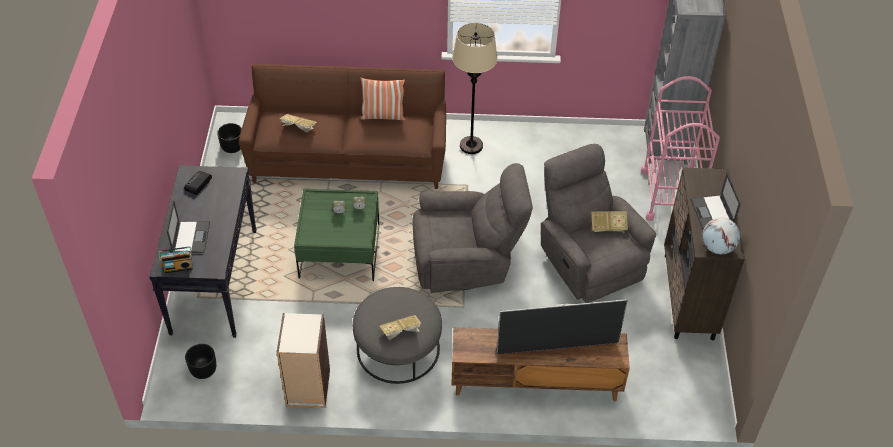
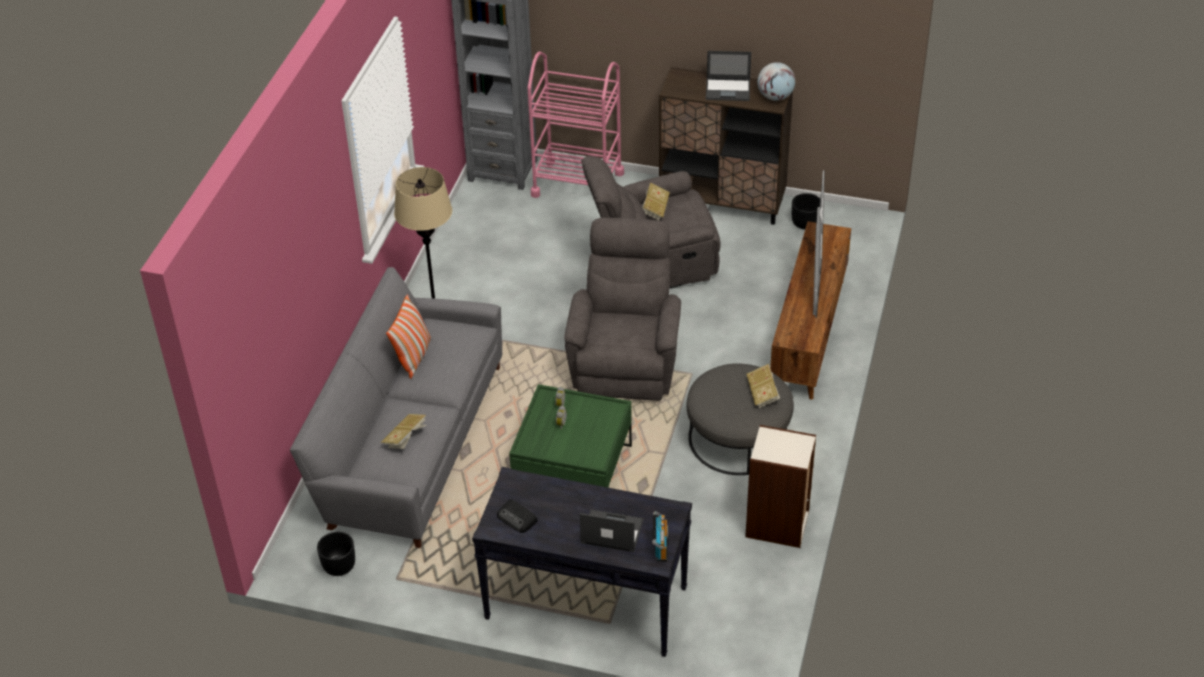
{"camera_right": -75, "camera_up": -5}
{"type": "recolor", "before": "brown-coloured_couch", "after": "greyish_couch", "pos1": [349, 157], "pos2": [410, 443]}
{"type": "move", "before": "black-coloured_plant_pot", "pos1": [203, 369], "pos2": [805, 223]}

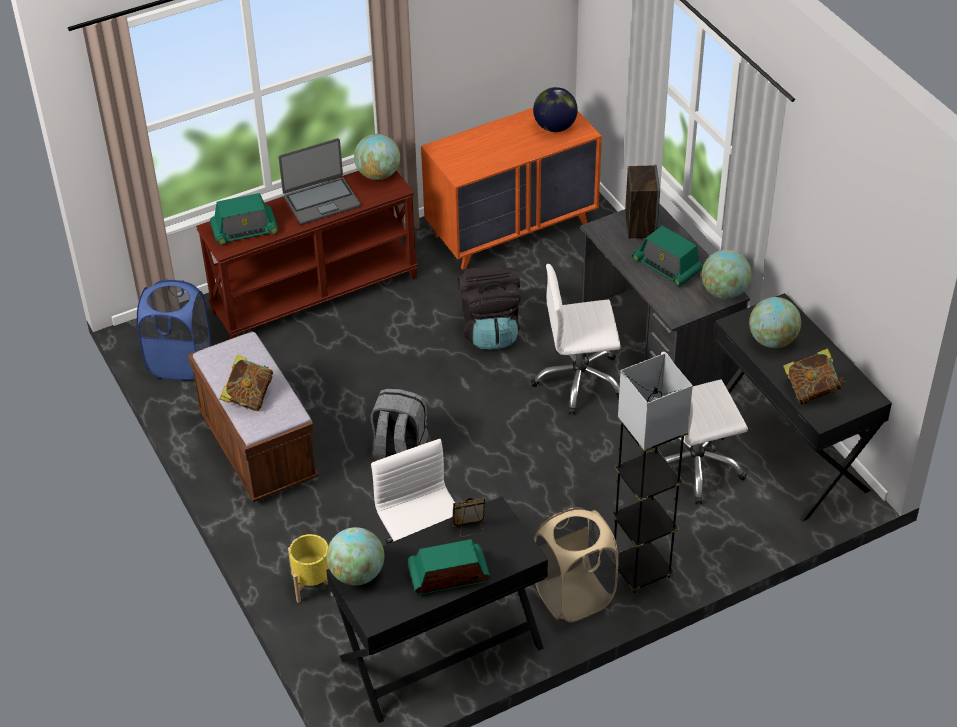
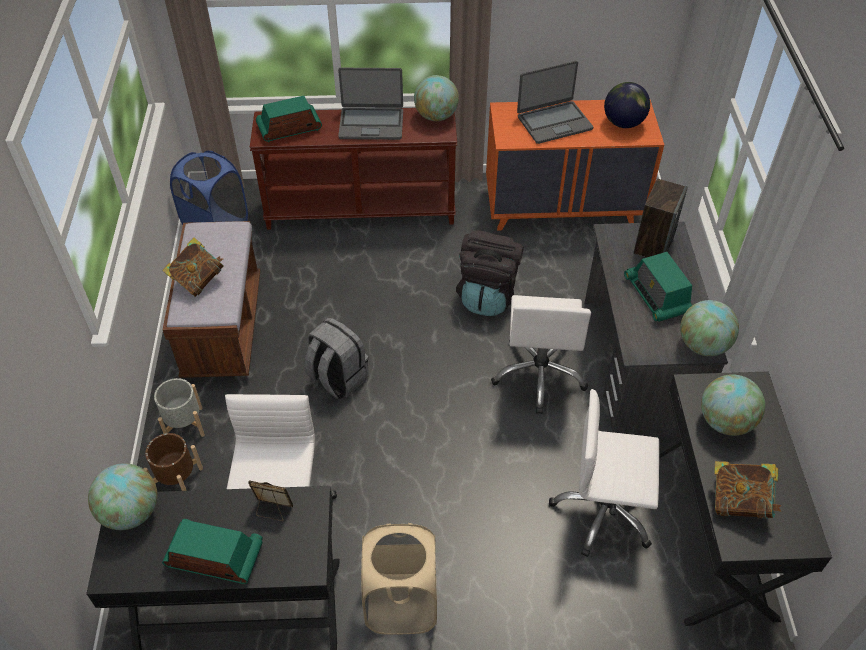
{"camera_right": 25, "camera_up": 5}
{"type": "rotate", "before": "radio_receiver", "pos1": [244, 230], "pos2": [289, 128], "turn": 150}
{"type": "rotate", "before": "whitish_computer_chair", "pos1": [579, 381], "pos2": [539, 374], "turn": -105}
{"type": "delete", "before": "greyish_floor_lamp", "pos1": [641, 570]}
{"type": "recolor", "before": "yellow_plant_pot", "after": "brown-coloured_plant_pot", "pos1": [312, 584], "pos2": [177, 479]}
{"type": "insert", "after": "laptop", "pos2": [554, 122]}
{"type": "insert", "after": "greyish_plant_pot", "pos2": [185, 425]}

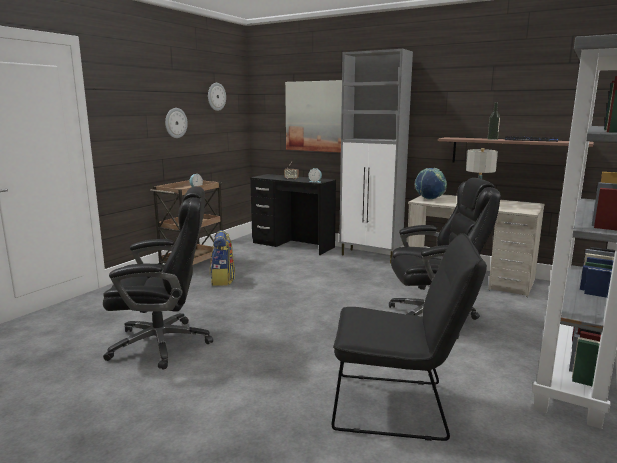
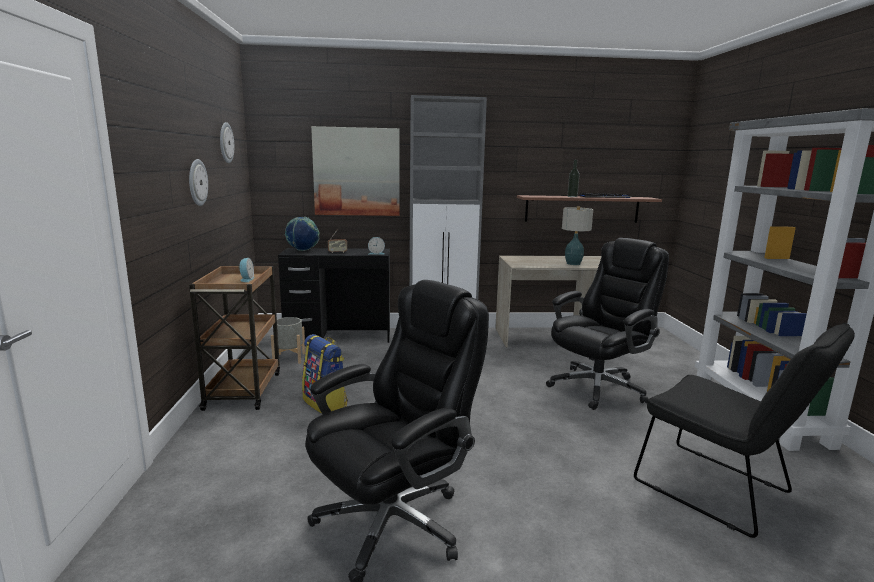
{"camera_right": -35, "camera_up": 0}
{"type": "move", "before": "desk_globe", "pos1": [429, 199], "pos2": [303, 250]}
{"type": "rotate", "before": "black-coloured_chair", "pos1": [399, 407], "pos2": [721, 492], "turn": 75}
{"type": "insert", "after": "greyish_plant_pot", "pos2": [289, 358]}

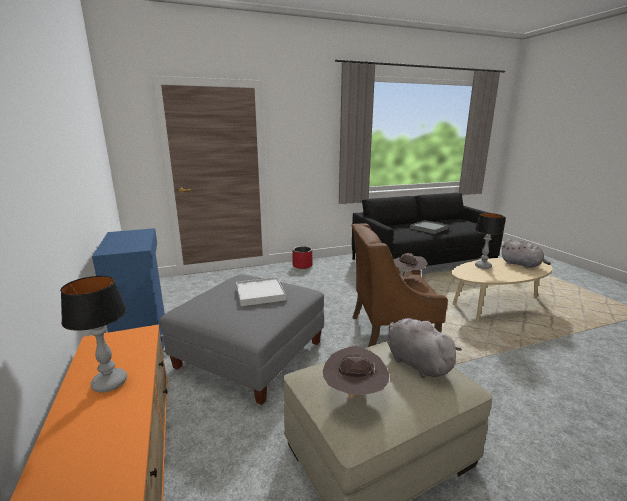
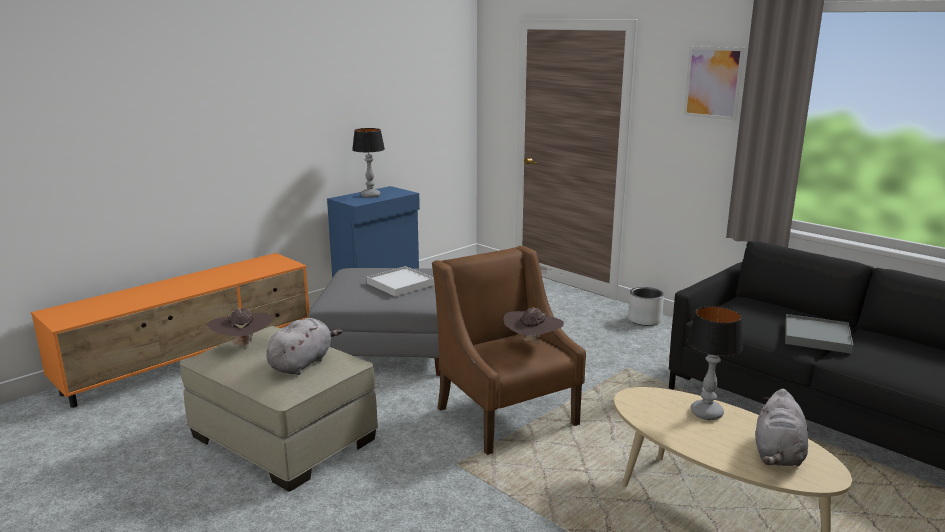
{"camera_right": 65, "camera_up": 0}
{"type": "recolor", "before": "red_plant_pot", "after": "greyish_plant_pot", "pos1": [302, 265], "pos2": [644, 320]}
{"type": "move", "before": "tabletop_lamp", "pos1": [110, 382], "pos2": [371, 195]}
{"type": "insert", "after": "wall_art", "pos2": [713, 82]}

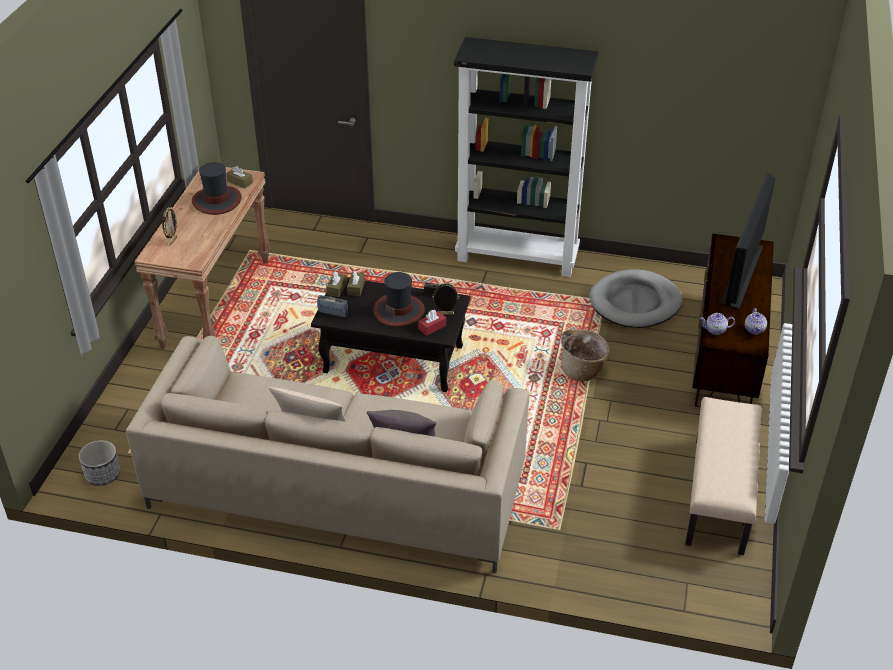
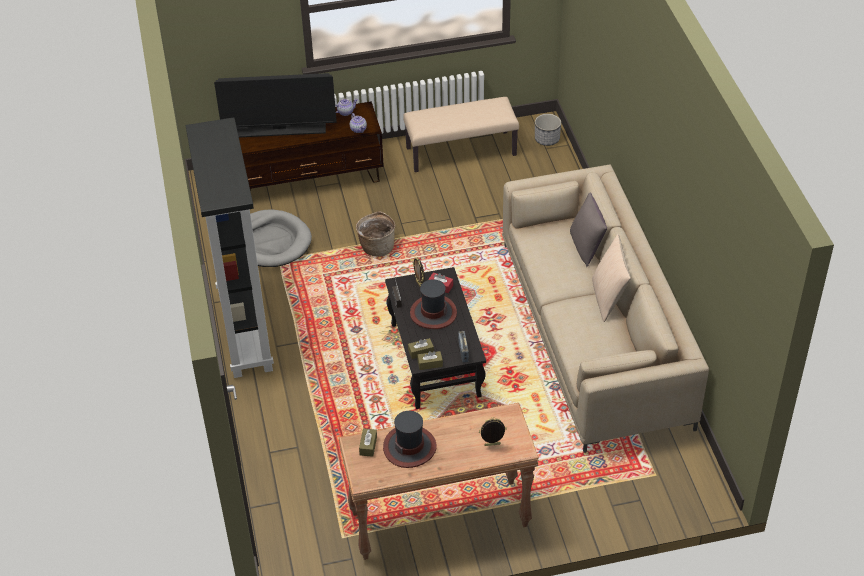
{"camera_right": -115, "camera_up": 5}
{"type": "move", "before": "plant_pot", "pos1": [103, 474], "pos2": [547, 139]}

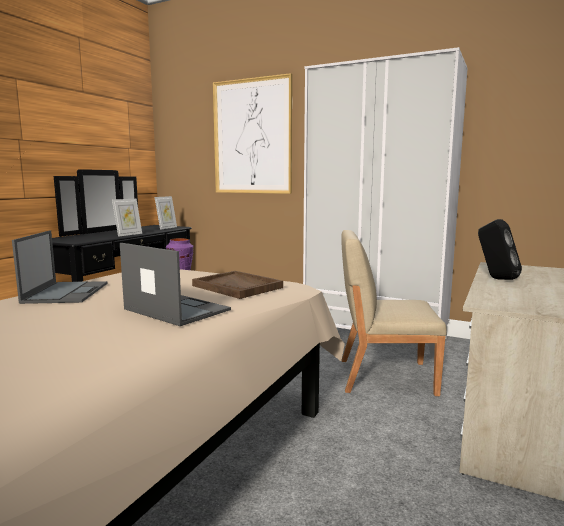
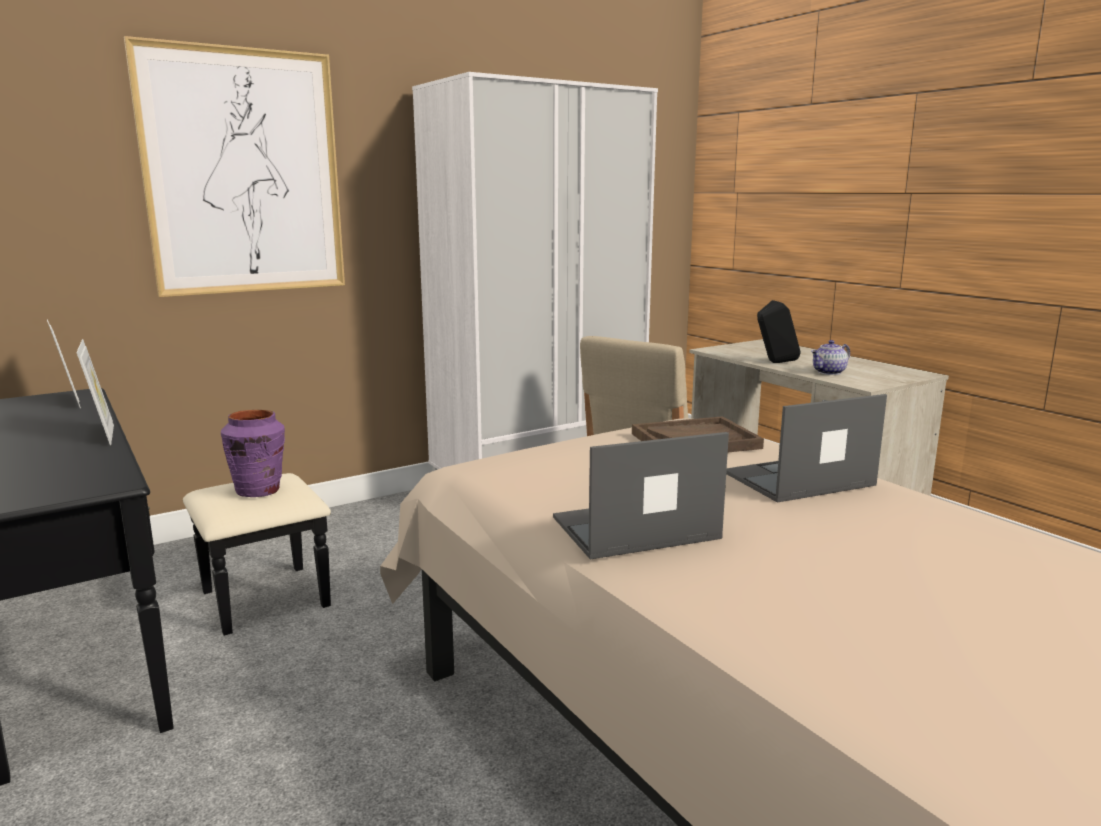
{"camera_right": -60, "camera_up": 5}
{"type": "rotate", "before": "laptop", "pos1": [66, 292], "pos2": [633, 529], "turn": -45}
{"type": "insert", "after": "tea_pot", "pos2": [829, 372]}

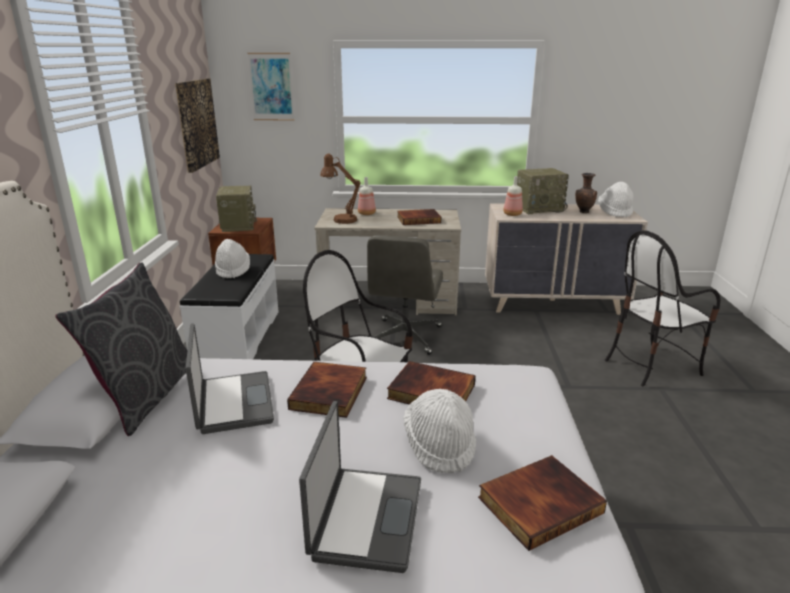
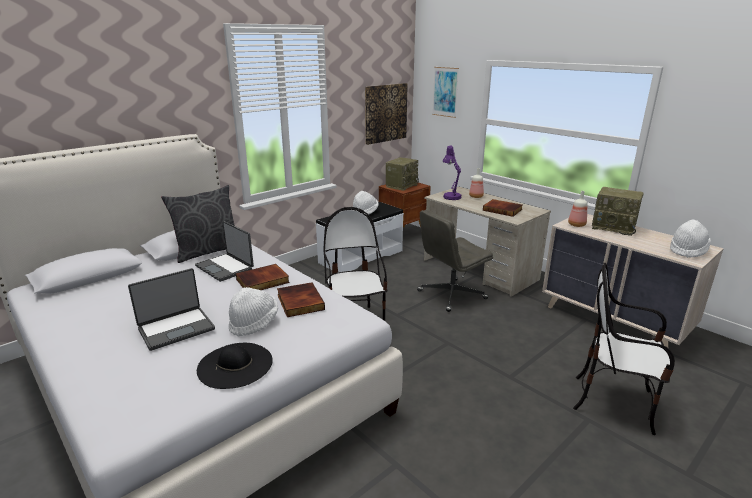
{"camera_right": 45, "camera_up": 0}
{"type": "recolor", "before": "brown-coloured_tabletop_lamp", "after": "purple-coloured_tabletop_lamp", "pos1": [341, 219], "pos2": [450, 196]}
{"type": "delete", "before": "brown-coloured_decorative_vase", "pos1": [583, 212]}
{"type": "rotate", "before": "laptop", "pos1": [232, 403], "pos2": [225, 267], "turn": 105}
{"type": "replace", "before": "bound_book", "after": "black-coloured_clothing_hat", "pos1": [539, 503], "pos2": [235, 365]}

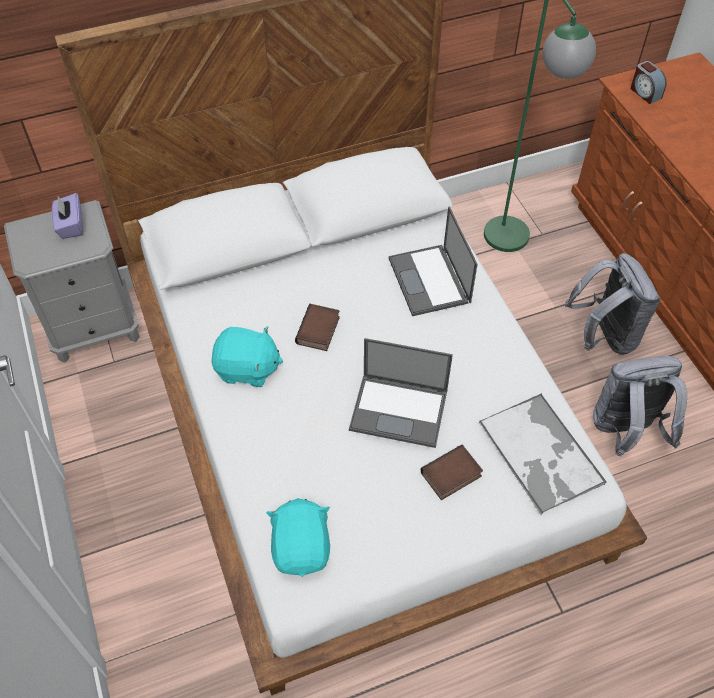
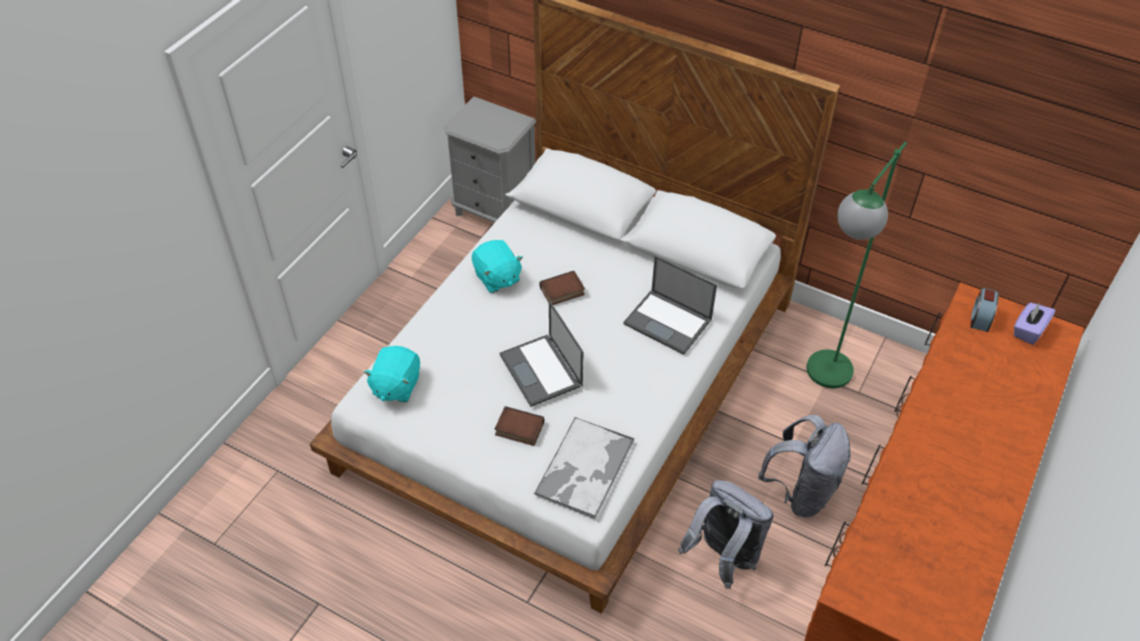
{"camera_right": 50, "camera_up": -5}
{"type": "move", "before": "purple-coloured_tissue_holder", "pos1": [71, 225], "pos2": [1028, 330]}
{"type": "rotate", "before": "laptop", "pos1": [430, 281], "pos2": [669, 322], "turn": -90}
{"type": "rotate", "before": "blue-green_cuddly_toy", "pos1": [302, 547], "pos2": [396, 386], "turn": 150}

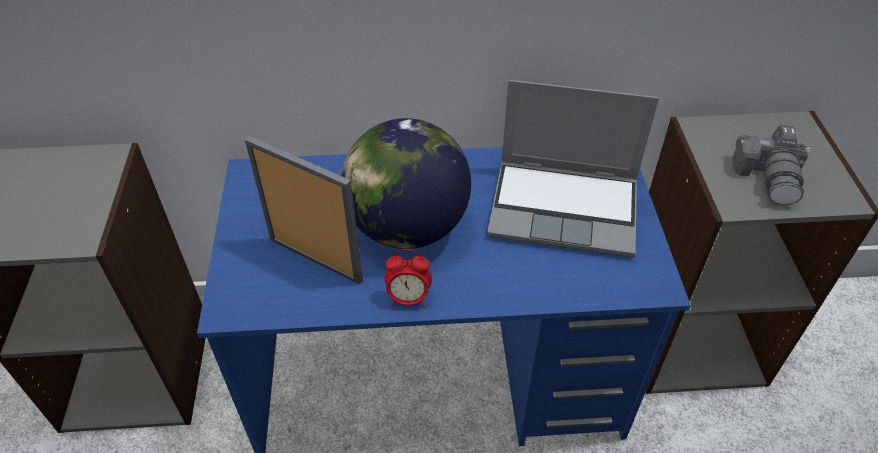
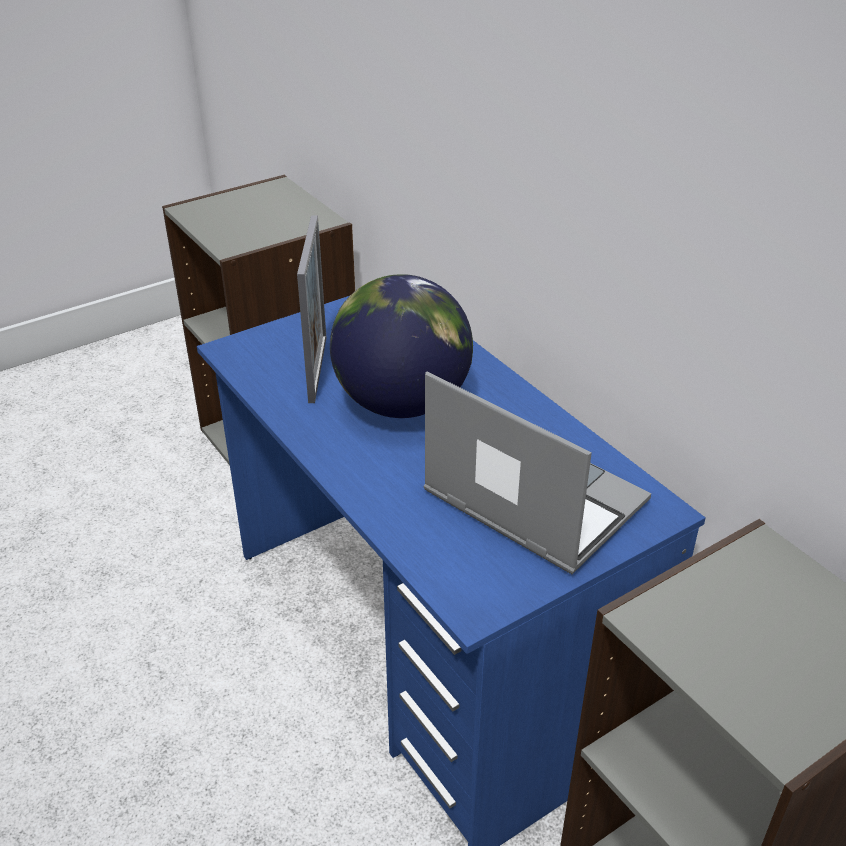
{"camera_right": 60, "camera_up": -10}
{"type": "rotate", "before": "laptop", "pos1": [565, 208], "pos2": [530, 499], "turn": 150}
{"type": "delete", "before": "photo_camera", "pos1": [769, 177]}
{"type": "delete", "before": "bedside_clock", "pos1": [408, 298]}

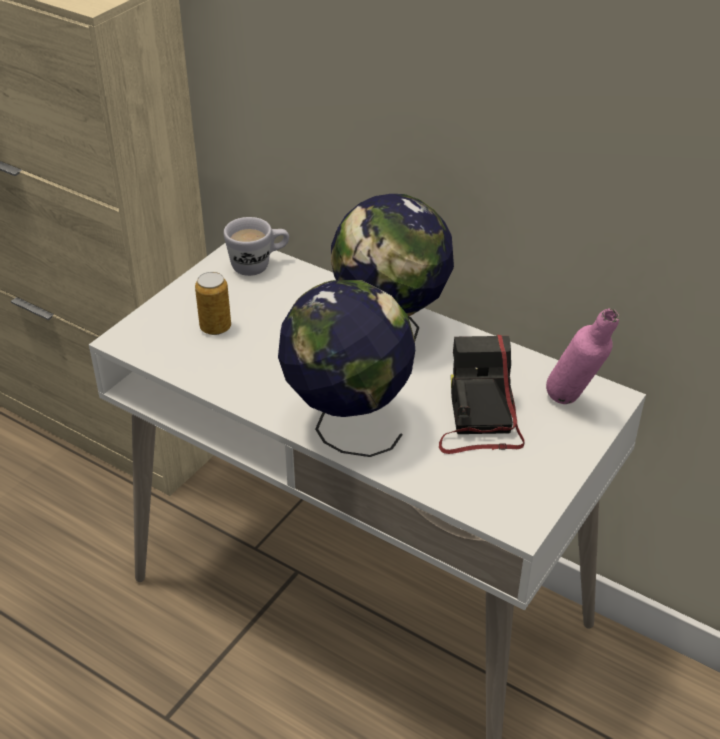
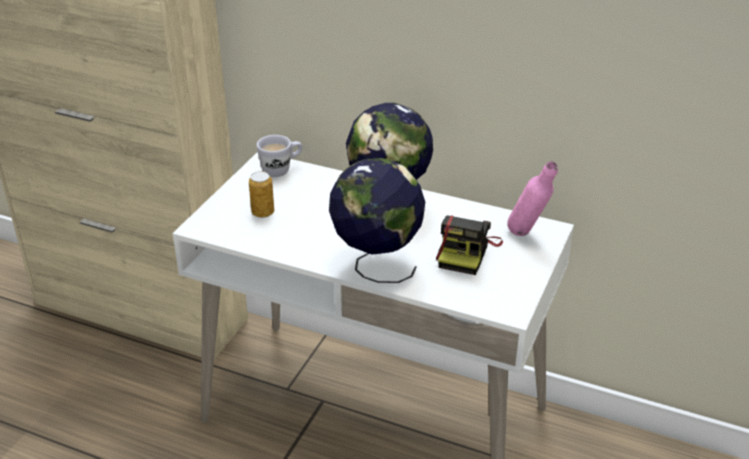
{"camera_right": -10, "camera_up": -5}
{"type": "rotate", "before": "photo_camera", "pos1": [479, 420], "pos2": [467, 252], "turn": -150}

